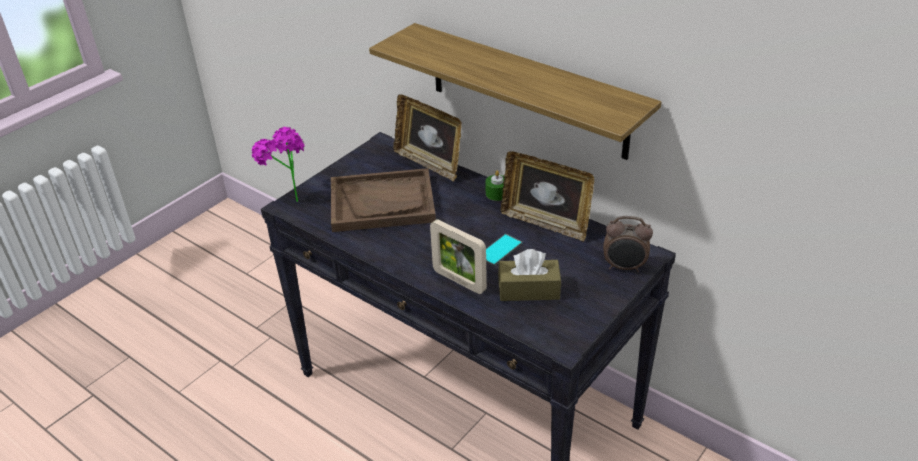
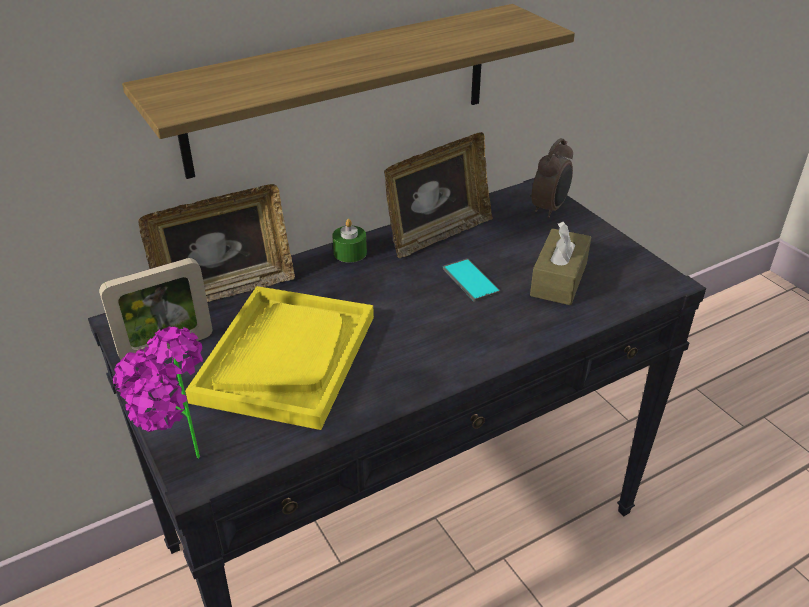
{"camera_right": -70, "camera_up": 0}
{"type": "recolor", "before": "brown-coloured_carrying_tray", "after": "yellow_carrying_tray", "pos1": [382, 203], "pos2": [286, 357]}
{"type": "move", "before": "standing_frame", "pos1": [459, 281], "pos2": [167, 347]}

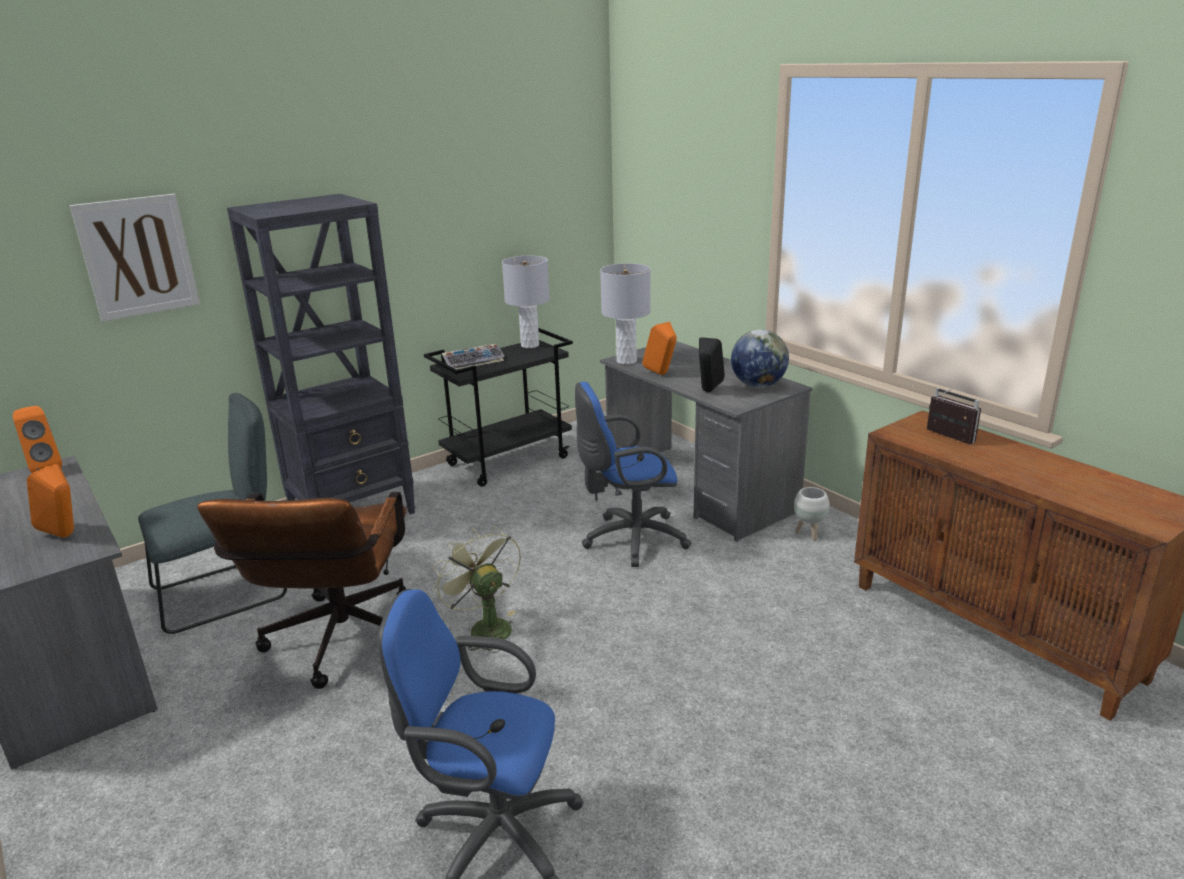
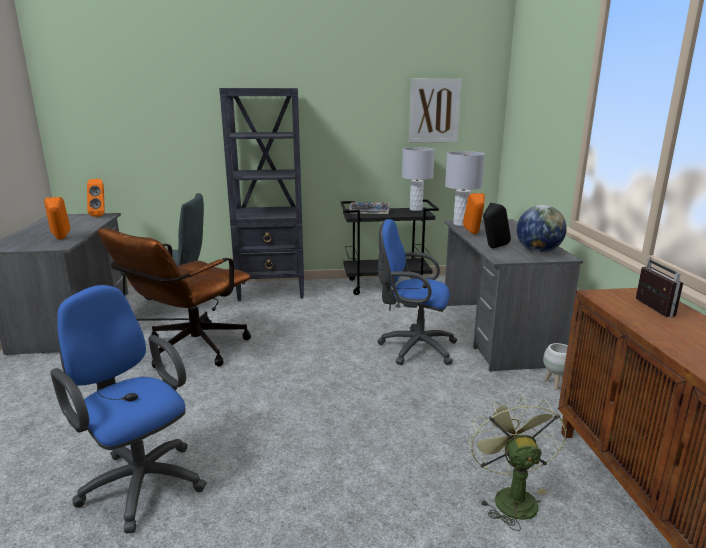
{"camera_right": 30, "camera_up": -5}
{"type": "move", "before": "wall_art", "pos1": [138, 257], "pos2": [434, 111]}
{"type": "move", "before": "green_electric_fan", "pos1": [484, 627], "pos2": [510, 496]}

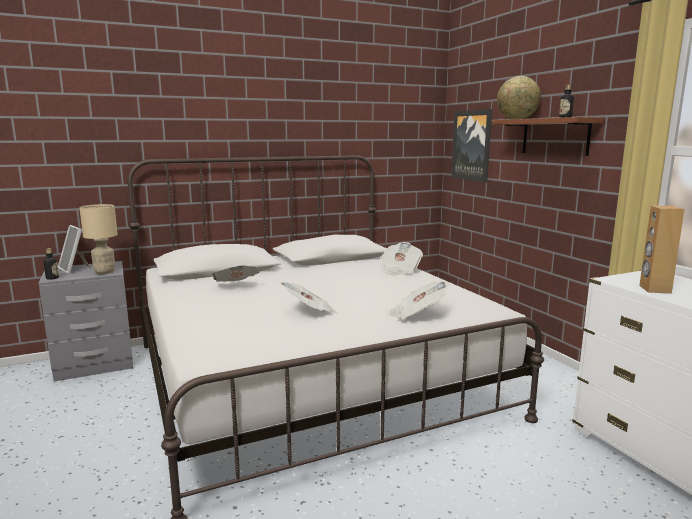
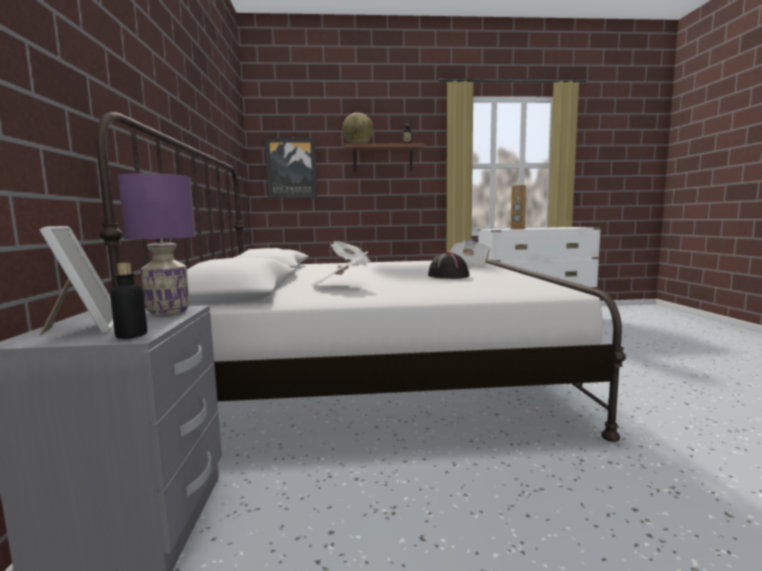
{"camera_right": -70, "camera_up": -5}
{"type": "recolor", "before": "beige_tabletop_lamp", "after": "purple-coloured_tabletop_lamp", "pos1": [104, 272], "pos2": [167, 312]}
{"type": "rotate", "before": "standing_frame", "pos1": [74, 269], "pos2": [85, 327], "turn": -90}
{"type": "replace", "before": "daily_paper", "after": "black-coloured_clothing_hat", "pos1": [310, 312], "pos2": [448, 276]}

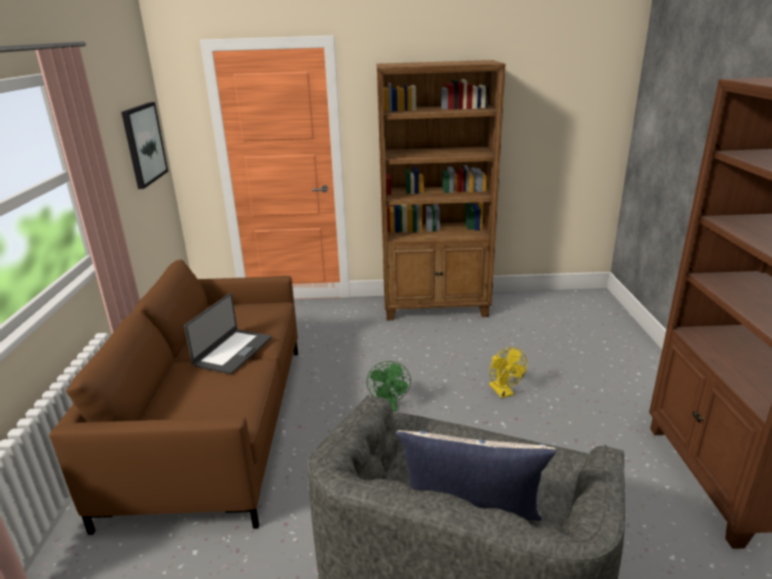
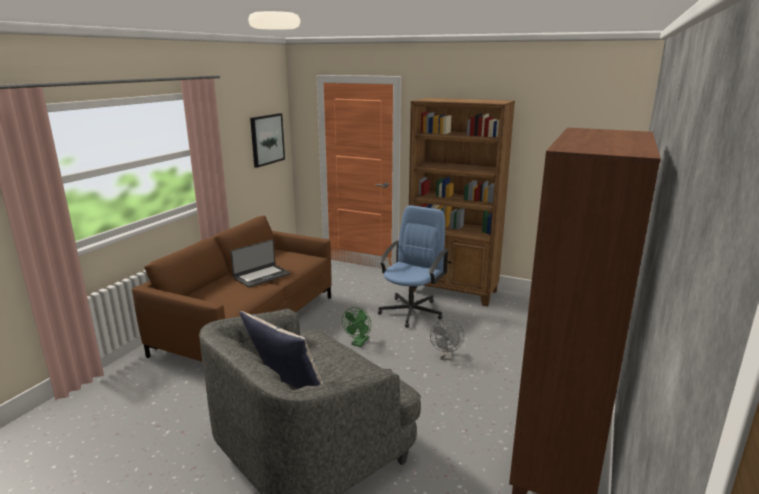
{"camera_right": 25, "camera_up": -5}
{"type": "recolor", "before": "yellow_electric_fan", "after": "greyish_electric_fan", "pos1": [504, 392], "pos2": [446, 357]}
{"type": "insert", "after": "blue_computer_chair", "pos2": [411, 311]}

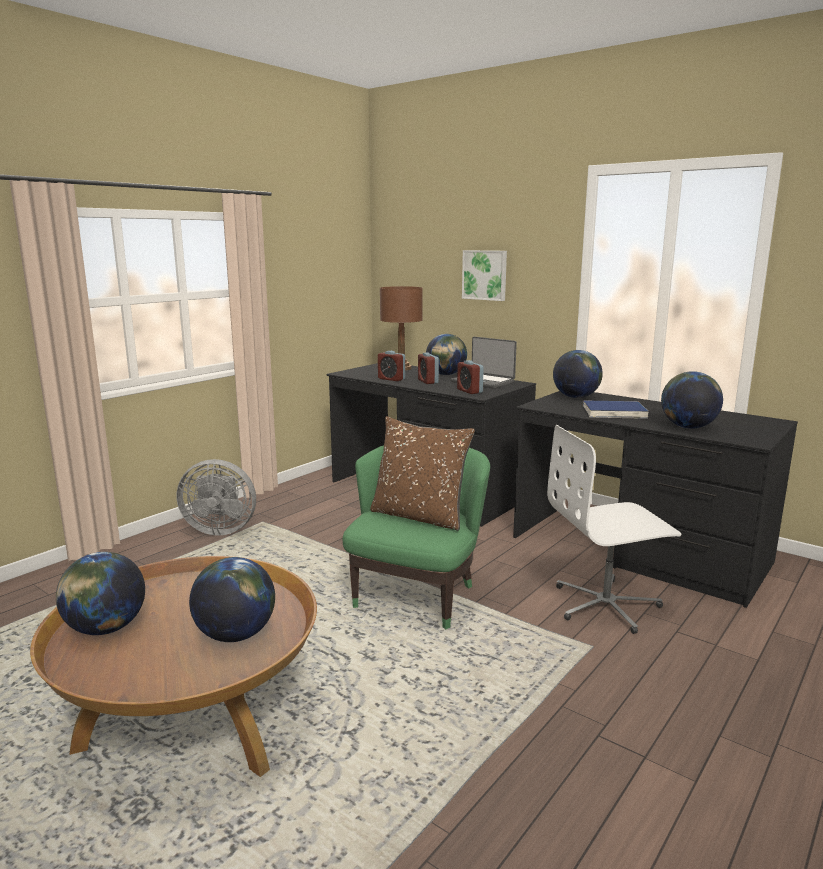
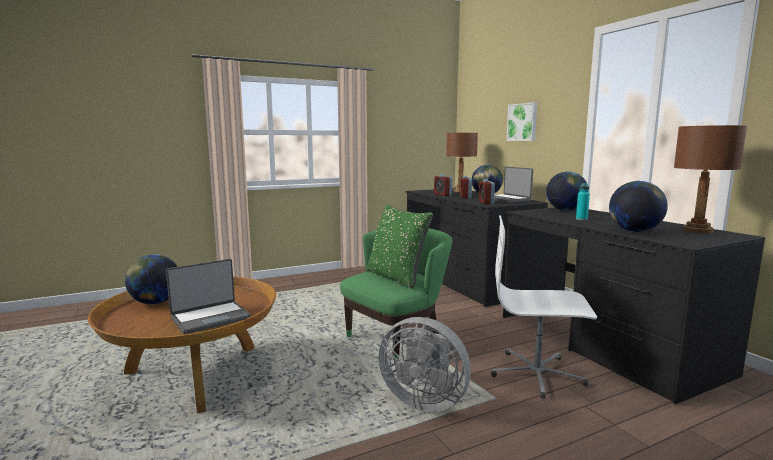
{"camera_right": 25, "camera_up": -5}
{"type": "replace", "before": "blue_bound_book", "after": "blue-green_beverage_bottle", "pos1": [614, 412], "pos2": [581, 219]}
{"type": "recolor", "before": "brown-coloured_cushion", "after": "green_cushion", "pos1": [419, 516], "pos2": [396, 277]}
{"type": "move", "before": "greyish_electric_fan", "pos1": [220, 529], "pos2": [424, 400]}
{"type": "replace", "before": "desk_globe", "after": "laptop", "pos1": [235, 634], "pos2": [210, 318]}
{"type": "insert", "after": "brown-coloured_tabletop_lamp", "pos2": [697, 230]}

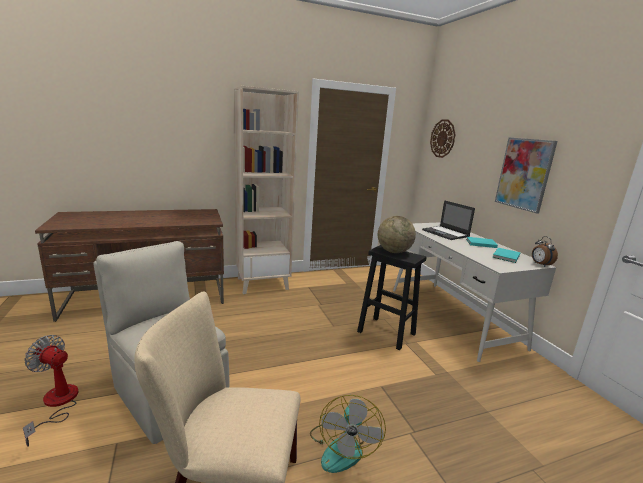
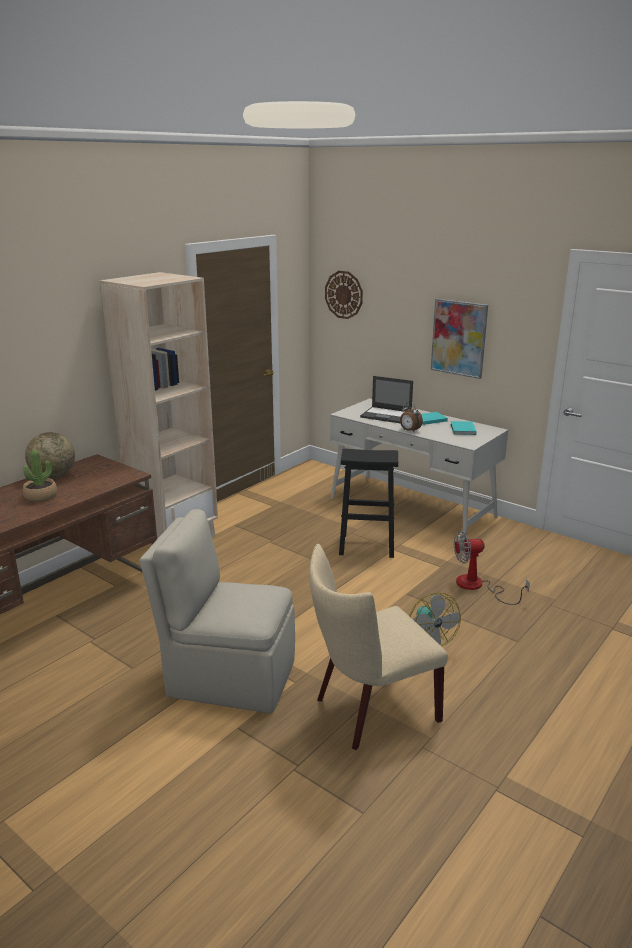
{"camera_right": -30, "camera_up": 5}
{"type": "move", "before": "desk_globe", "pos1": [393, 251], "pos2": [53, 477]}
{"type": "move", "before": "bedside_clock", "pos1": [540, 264], "pos2": [409, 430]}
{"type": "move", "before": "electric_fan", "pos1": [56, 404], "pos2": [478, 586]}
{"type": "insert", "after": "houseplant", "pos2": [41, 496]}

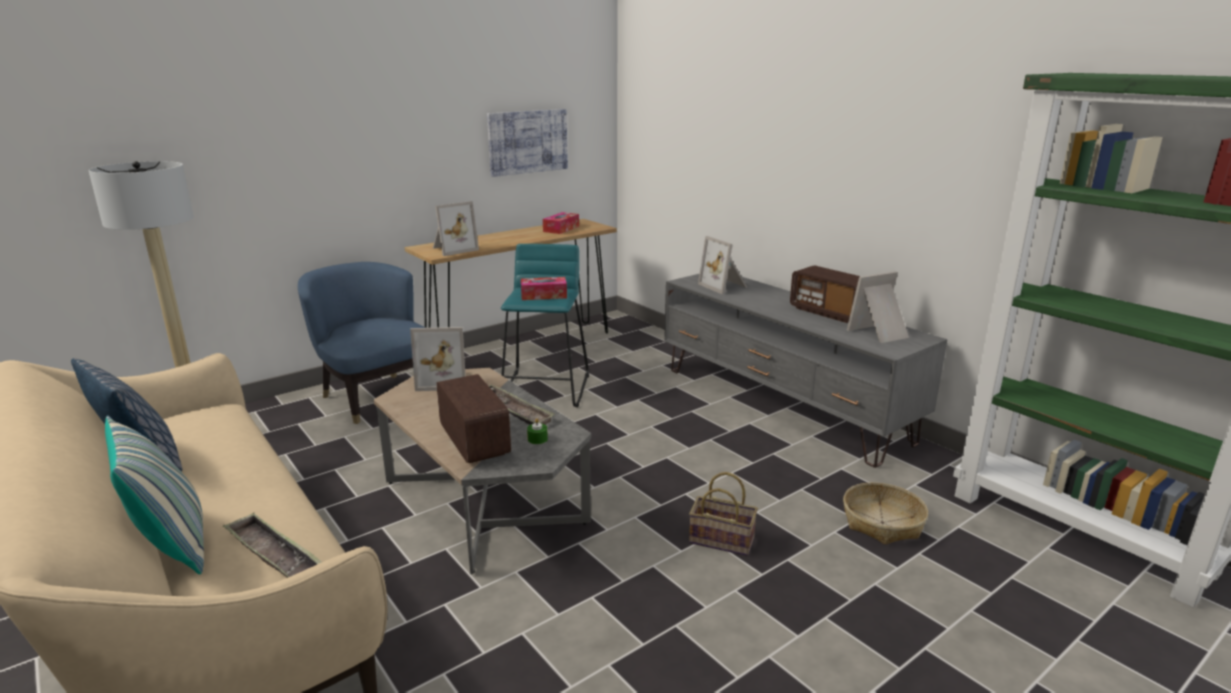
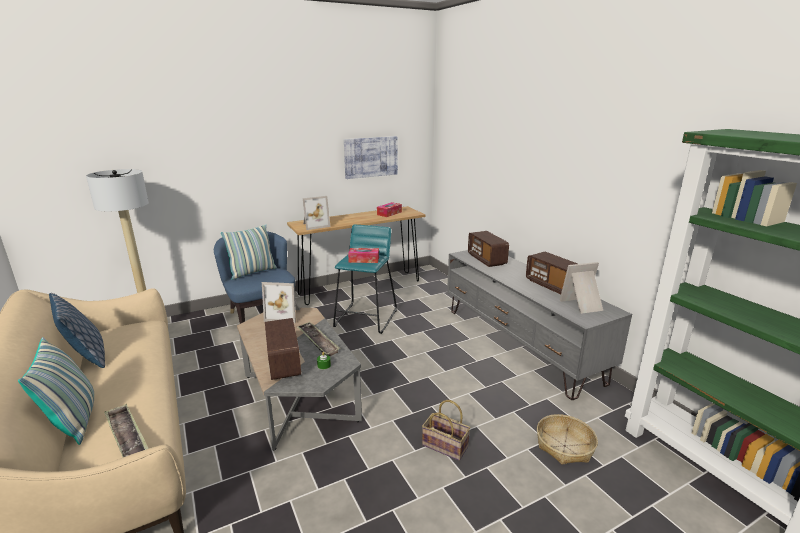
{"camera_right": 10, "camera_up": 0}
{"type": "replace", "before": "standing_frame", "after": "radio_receiver", "pos1": [724, 286], "pos2": [486, 259]}
{"type": "insert", "after": "cushion", "pos2": [252, 272]}

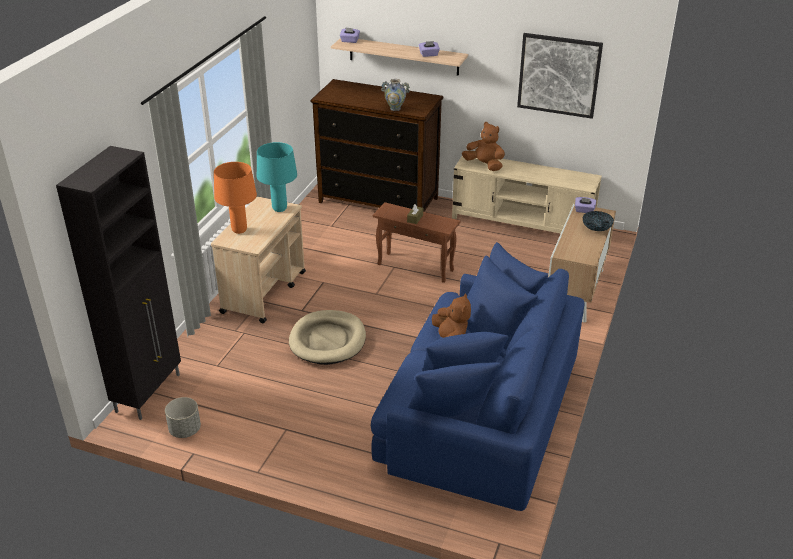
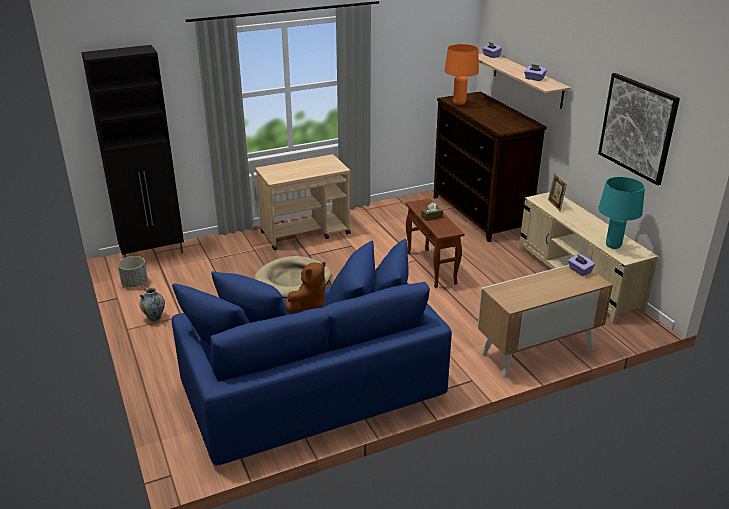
{"camera_right": 45, "camera_up": -5}
{"type": "move", "before": "decorative_vase", "pos1": [395, 108], "pos2": [155, 318]}
{"type": "replace", "before": "brown-coloured_cuddly_toy", "after": "standing_frame", "pos1": [484, 165], "pos2": [555, 205]}
{"type": "move", "before": "blue-green_tabletop_lamp", "pos1": [280, 209], "pos2": [613, 246]}
{"type": "move", "before": "orangey_tabletop_lamp", "pos1": [240, 230], "pos2": [459, 103]}
{"type": "delete", "before": "deep_dish", "pos1": [596, 228]}

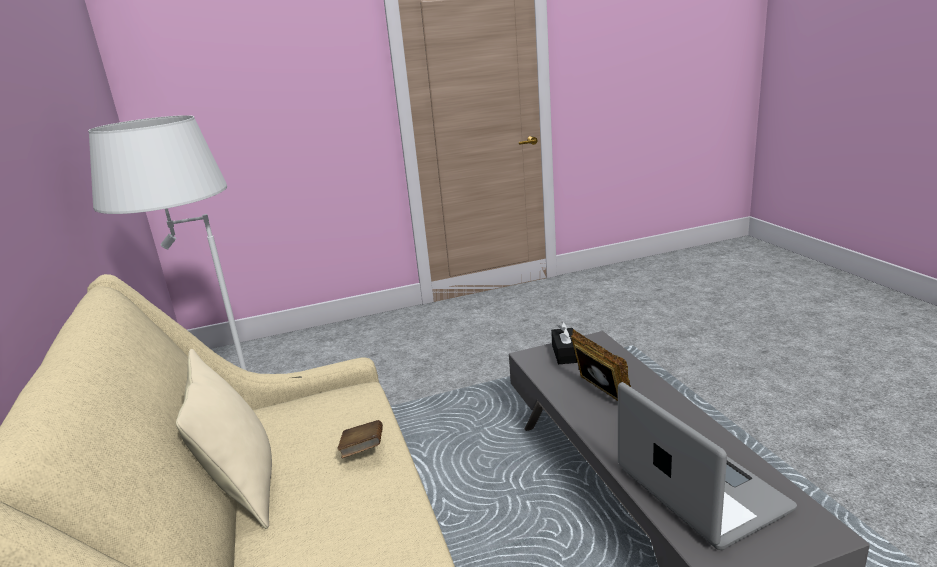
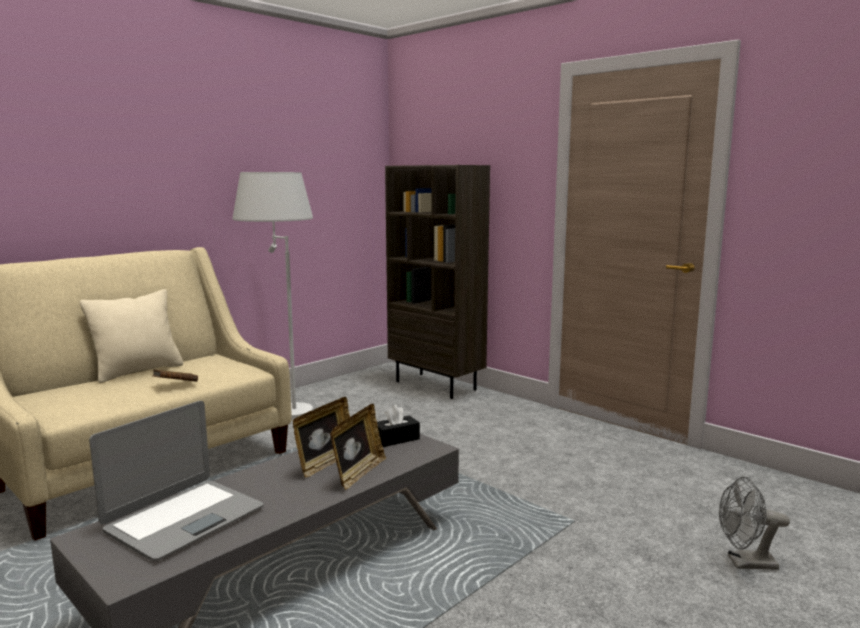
{"camera_right": 60, "camera_up": -10}
{"type": "insert", "after": "brown-coloured_shelving_unit", "pos2": [437, 385]}
{"type": "insert", "after": "standing_frame", "pos2": [358, 473]}
{"type": "insert", "after": "greyish_electric_fan", "pos2": [745, 563]}

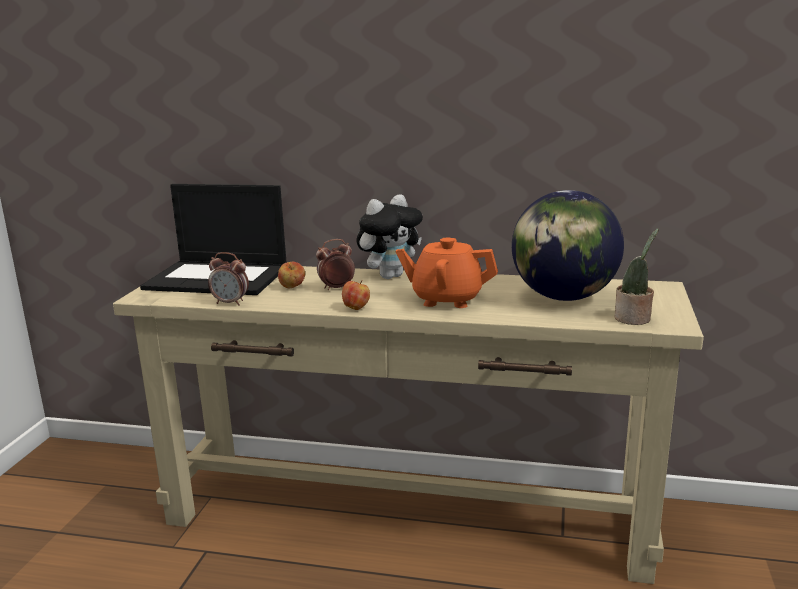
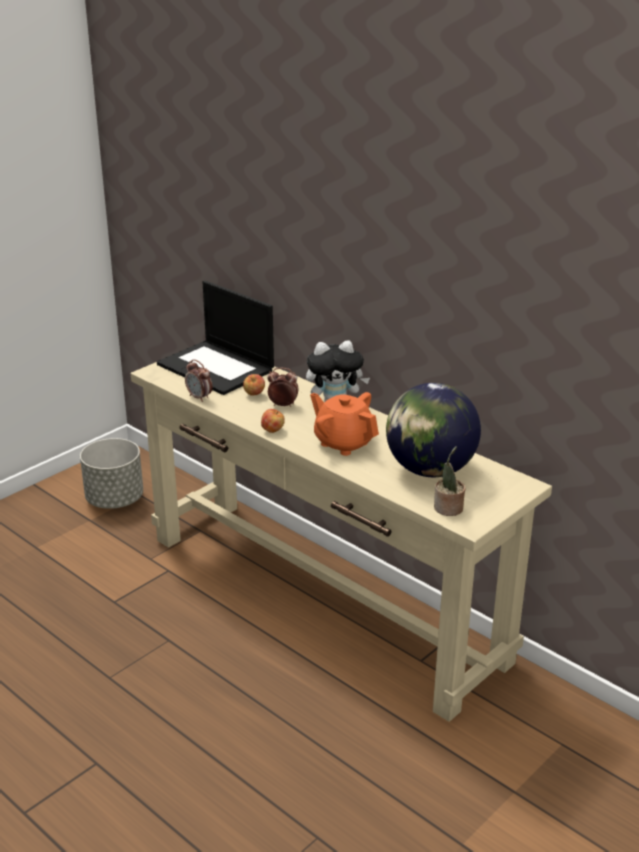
{"camera_right": 30, "camera_up": 10}
{"type": "insert", "after": "greyish_plant_pot", "pos2": [115, 500]}

